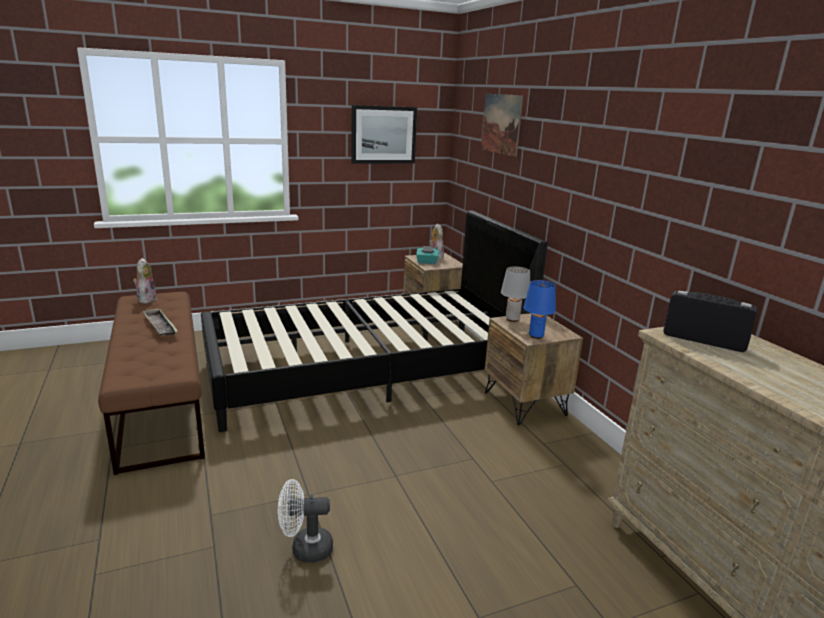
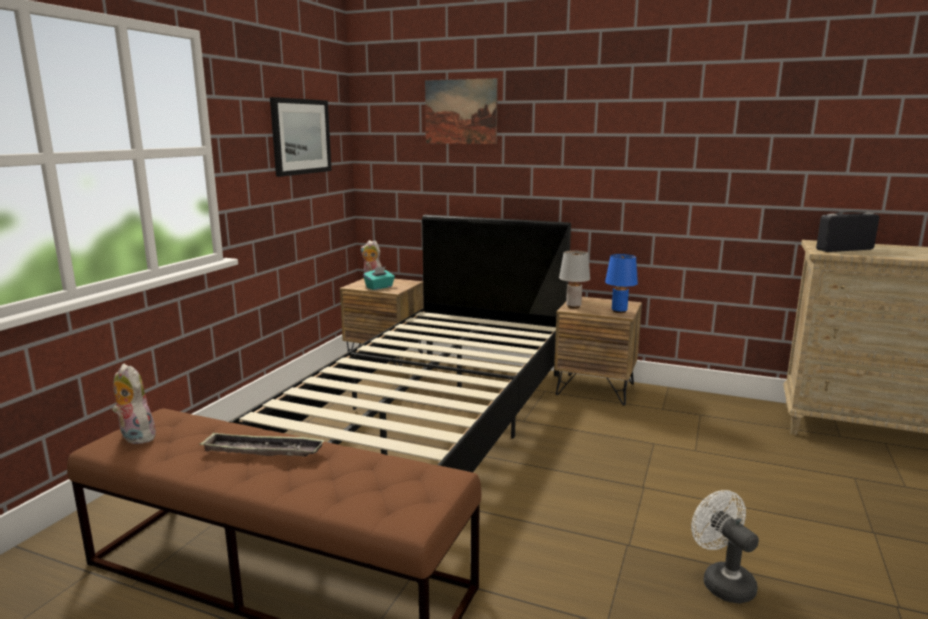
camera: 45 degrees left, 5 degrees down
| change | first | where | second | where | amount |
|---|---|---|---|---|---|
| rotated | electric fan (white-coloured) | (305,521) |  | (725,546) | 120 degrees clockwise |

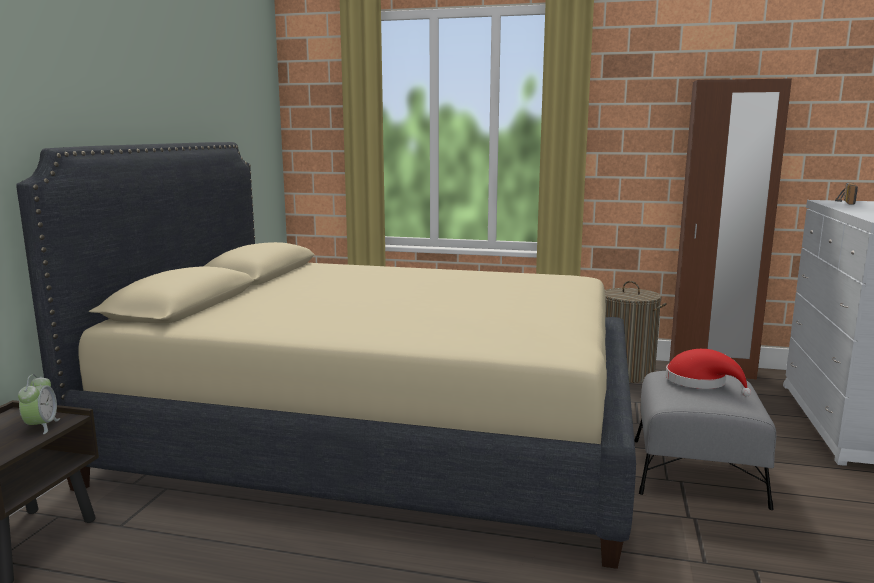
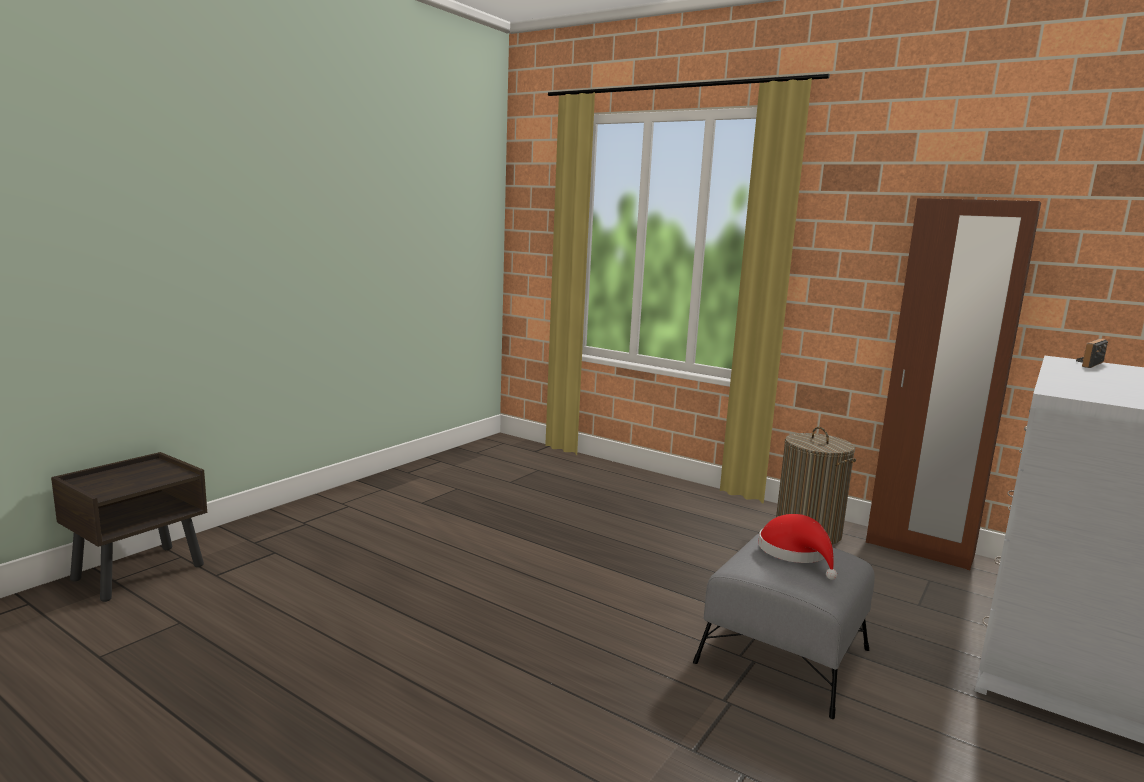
camera: 20 degrees right, 0 degrees up
| change | first | where | second | where | amount |
|---|---|---|---|---|---|
| gone | bedroom bed (beige-coloured) | (326,355) |  |  |  |
| gone | table clock | (39,404) |  |  |  |

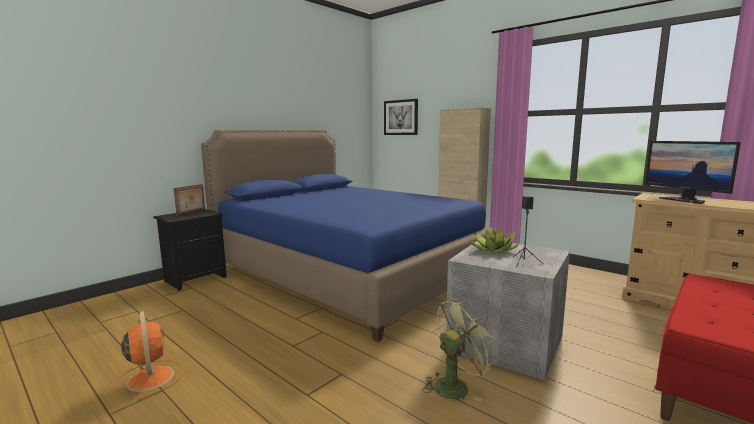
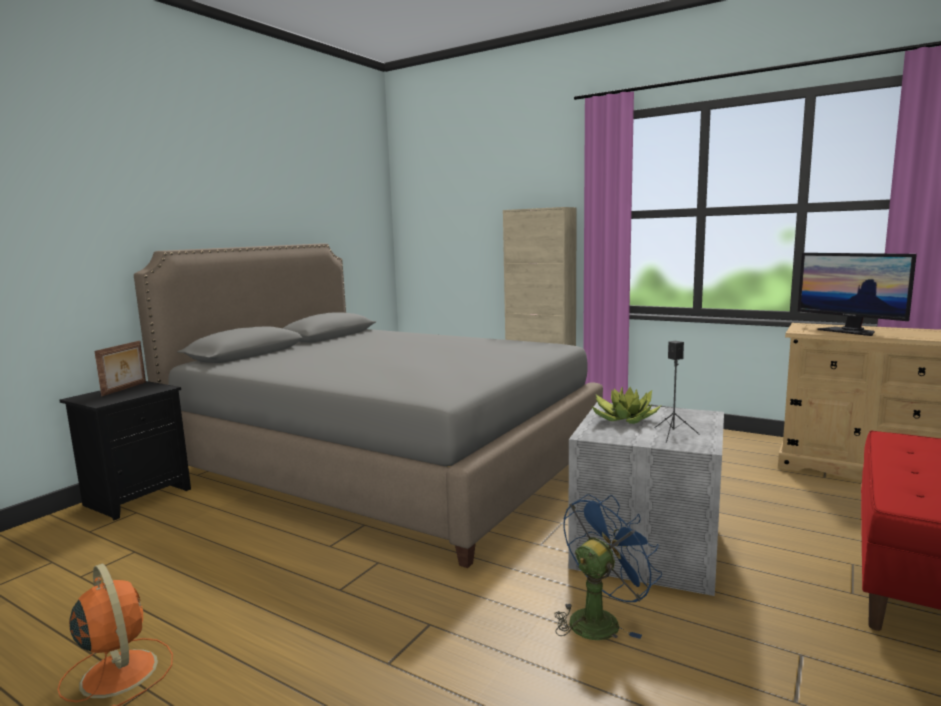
camera: 10 degrees left, 0 degrees up
| change | first | where | second | where | amount |
|---|---|---|---|---|---|
| gone | wall art | (401,117) |  |  |  |
| repainted | bedroom bed (bluish) | (348,236) | bedroom bed (grey) | (368,405) |  |
| repainted | electric fan (greenish) | (460,350) | electric fan (bluish) | (608,567) |  |

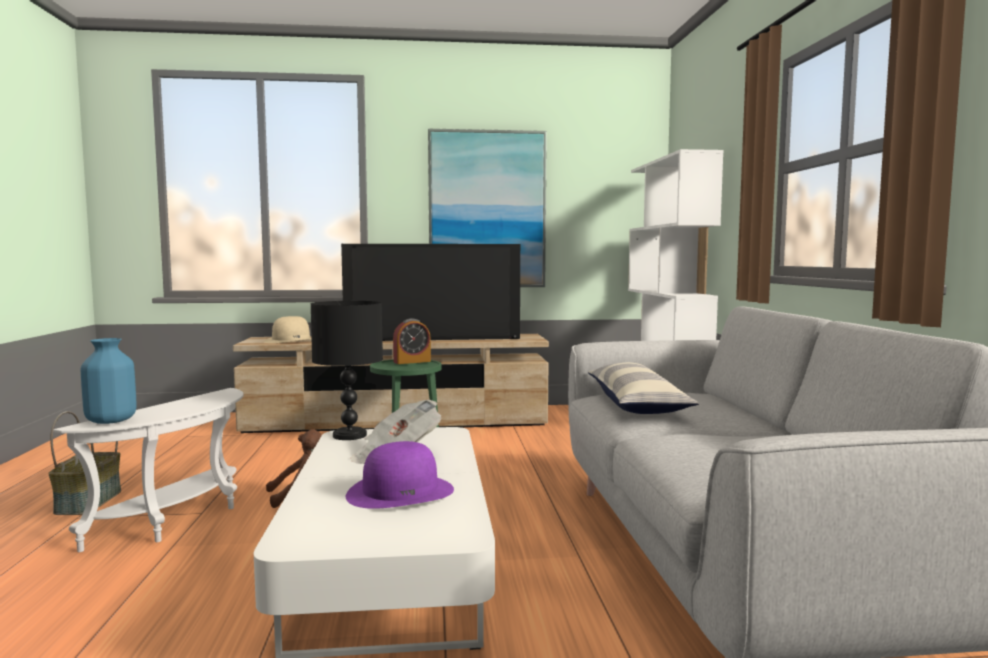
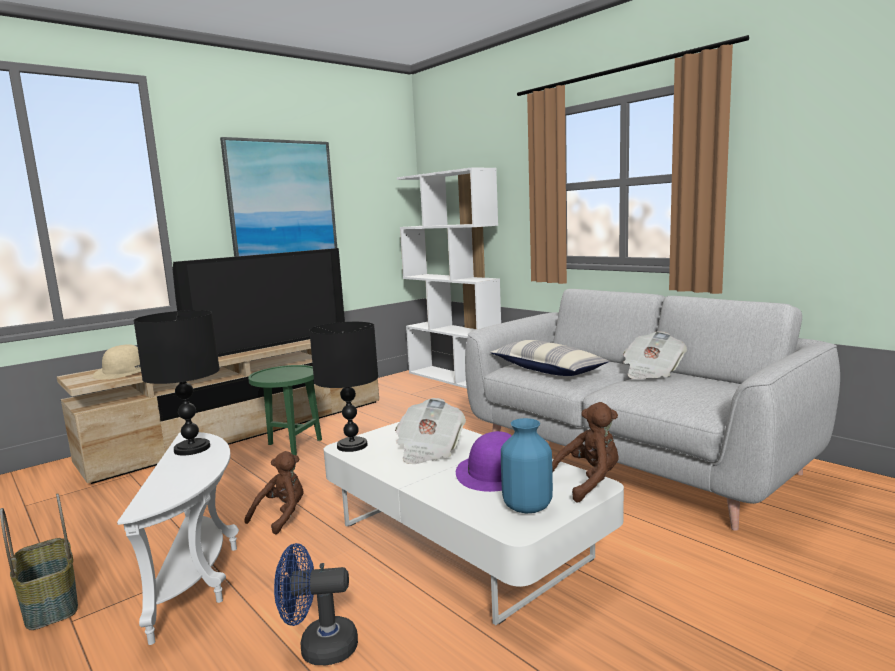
camera: 35 degrees left, 5 degrees up
| change | first | where | second | where | amount |
|---|---|---|---|---|---|
| gone | table clock | (412,341) |  |  |  |
| shifted | decorative vase (bluish) | (109,381) |  | (527,465) |  |
| new |  |  | lamp for a table (black) | (177,383) |  |
| new |  |  | daily paper | (655,355) |  |
| new |  |  | cuddly toy (brown) | (585,452) |  |
| new |  |  | electric fan (bluish) | (316,604) |  |

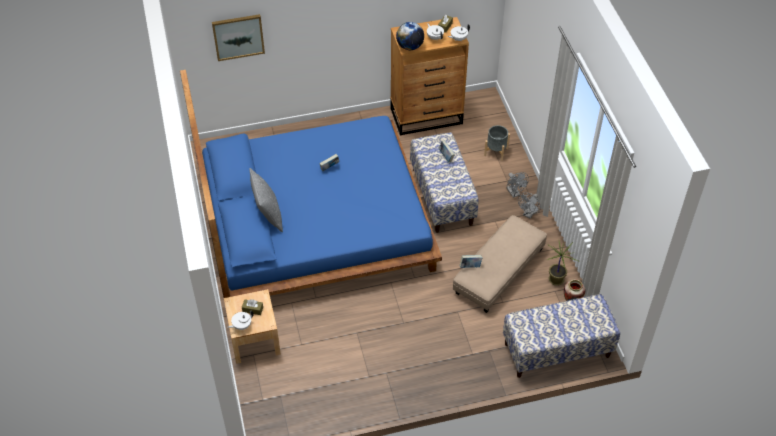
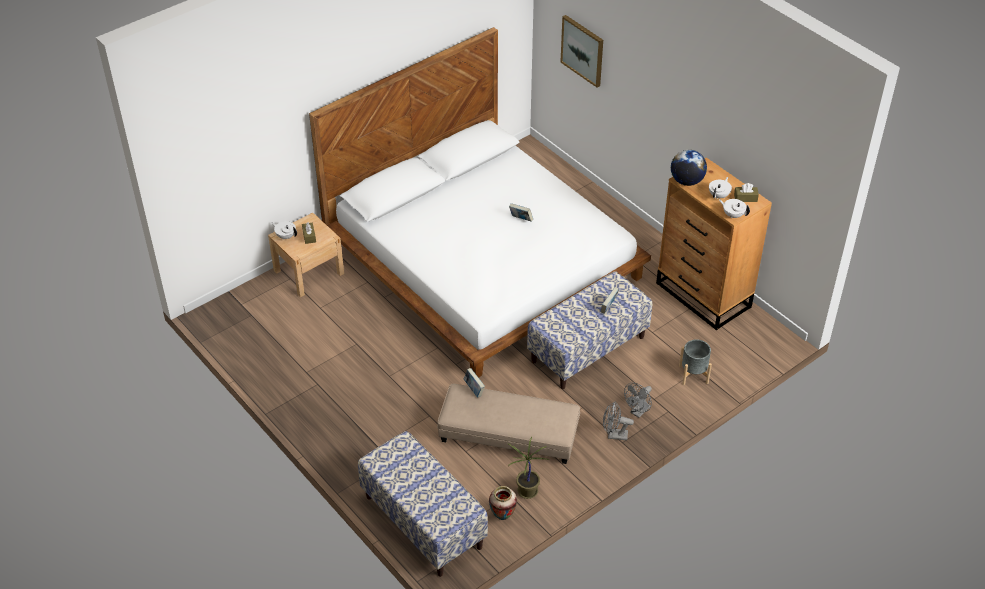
camera: 65 degrees right, 5 degrees down
| change | first | where | second | where | amount |
|---|---|---|---|---|---|
| repainted | bedroom bed (bluish) | (311,184) | bedroom bed (white-coloured) | (480,202) |  |
| gone | throw pillow (grey) | (266,200) |  |  |  |

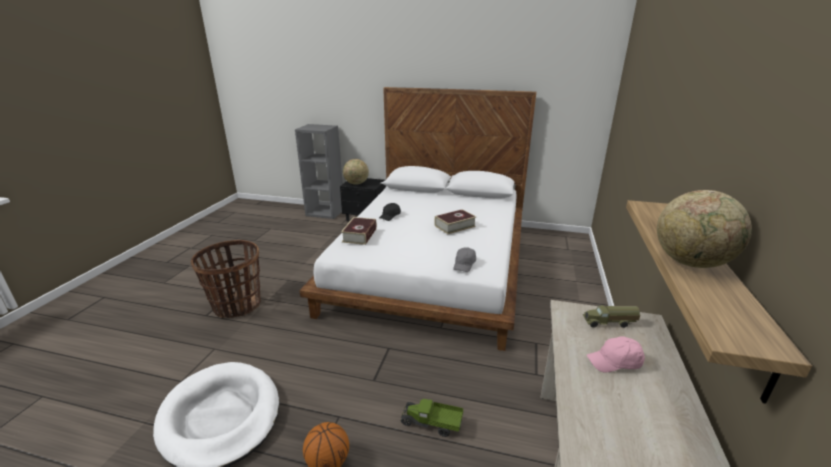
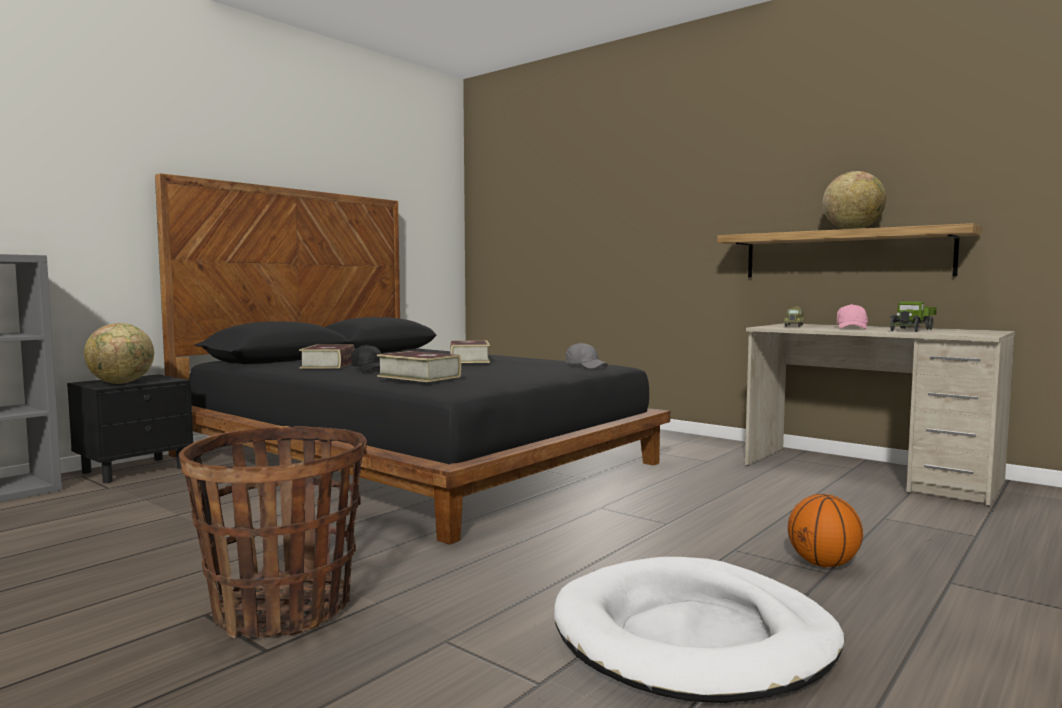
camera: 65 degrees left, 20 degrees down
| change | first | where | second | where | amount |
|---|---|---|---|---|---|
| repainted | bedroom bed (white-coloured) | (417,219) | bedroom bed (black) | (412,359) |  |
| shifted | toy truck | (432,418) |  | (913,316) |  |
| new |  |  | volume | (327,356) |  |

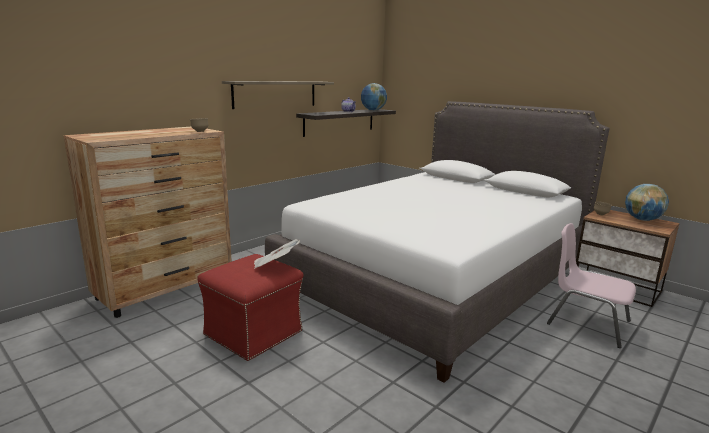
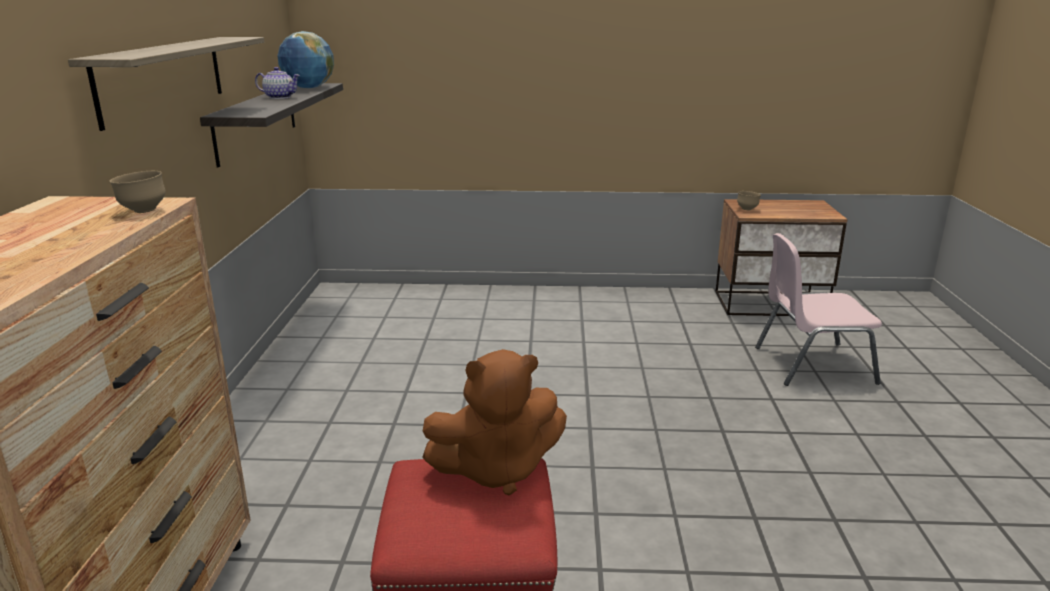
camera: 40 degrees left, 5 degrees up
| change | first | where | second | where | amount |
|---|---|---|---|---|---|
| gone | bedroom bed (white-coloured) | (437,242) |  |  |  |
| gone | desk globe | (647,202) |  |  |  |
| swapped | daily paper | (277,254) | cuddly toy (brown) | (494,422) |  |

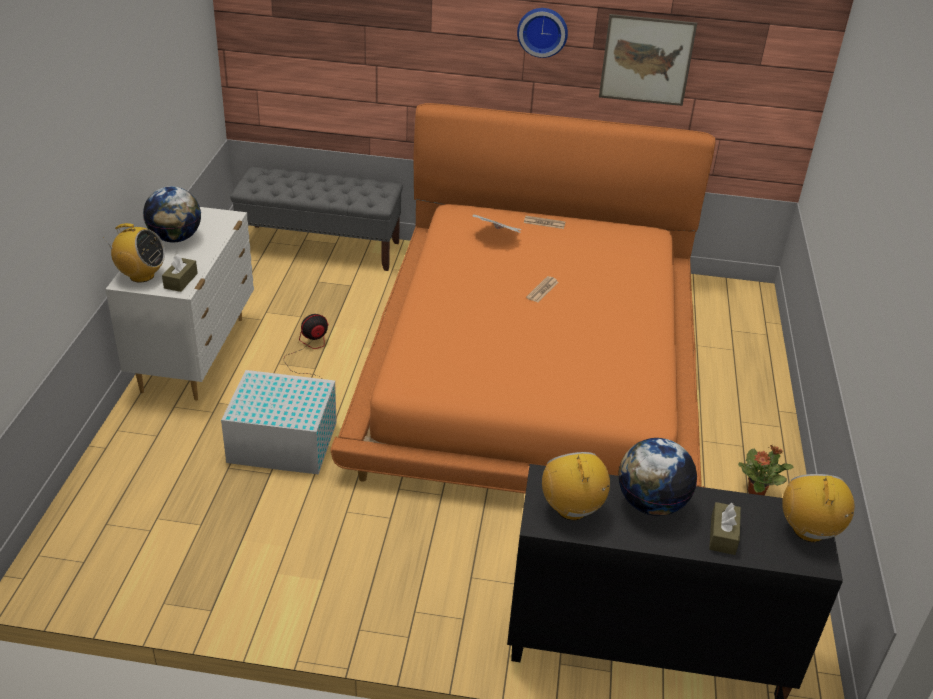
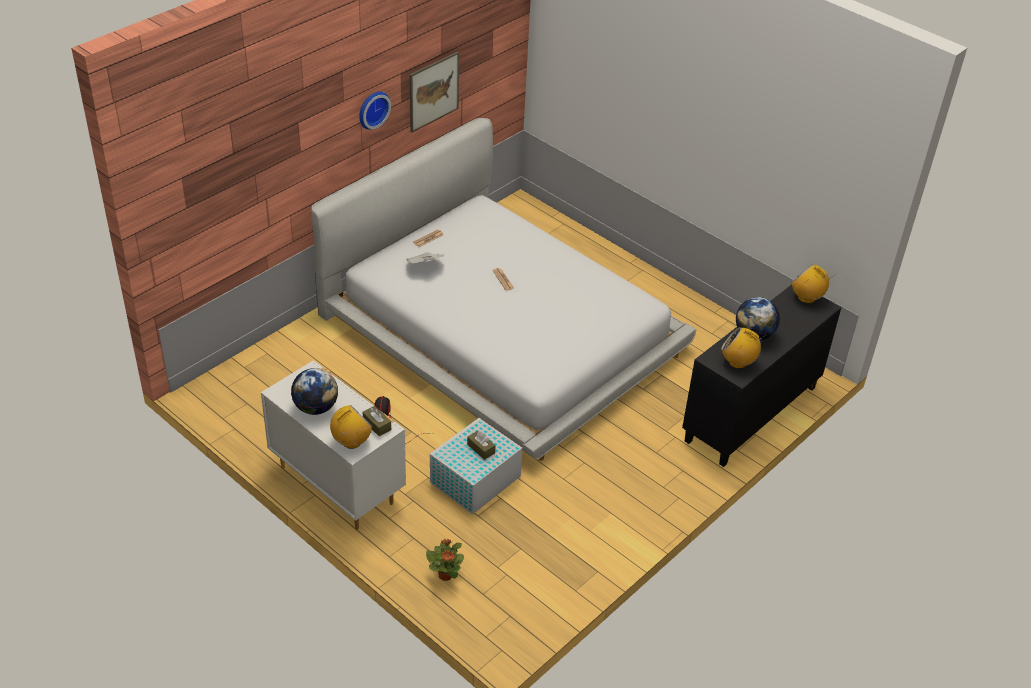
camera: 55 degrees left, 5 degrees up
| change | first | where | second | where | amount |
|---|---|---|---|---|---|
| repainted | bedroom bed (orangey) | (523,298) | bedroom bed (white-coloured) | (503,289) |  |
| gone | indoor bench (grey) | (316,219) |  |  |  |
| shifted | houseplant | (766,470) |  | (445,560) |  |
| shifted | box of tissues (brown) | (725,528) |  | (481,445) |  |

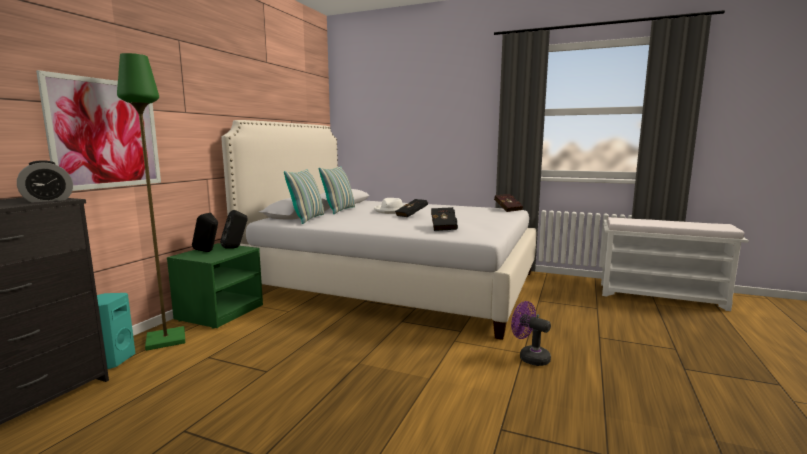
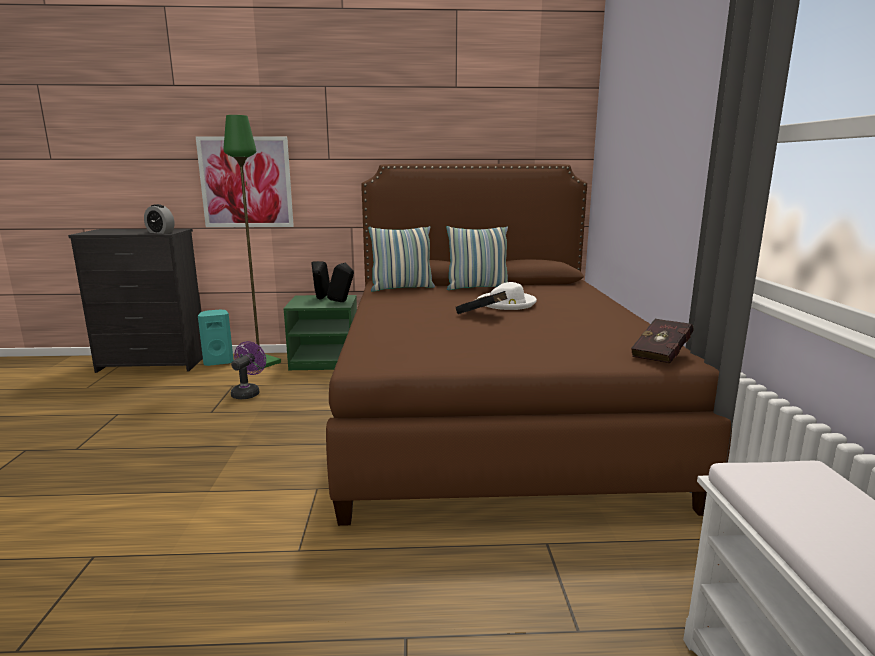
camera: 65 degrees right, 5 degrees up
| change | first | where | second | where | amount |
|---|---|---|---|---|---|
| repainted | bedroom bed (white-coloured) | (378,230) | bedroom bed (brown) | (529,345) |  |
| gone | volume (black) | (444,219) |  |  |  |
| shifted | electric fan (purplish) | (531,333) |  | (248,370) |  |

